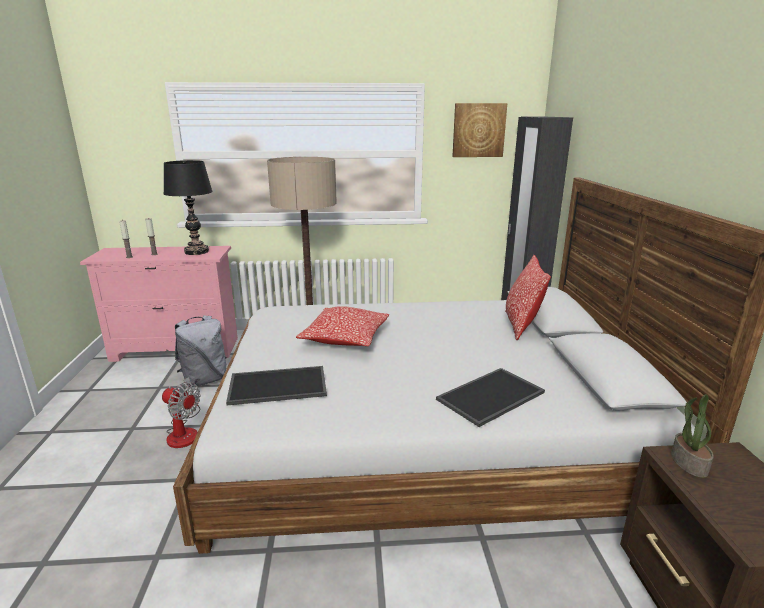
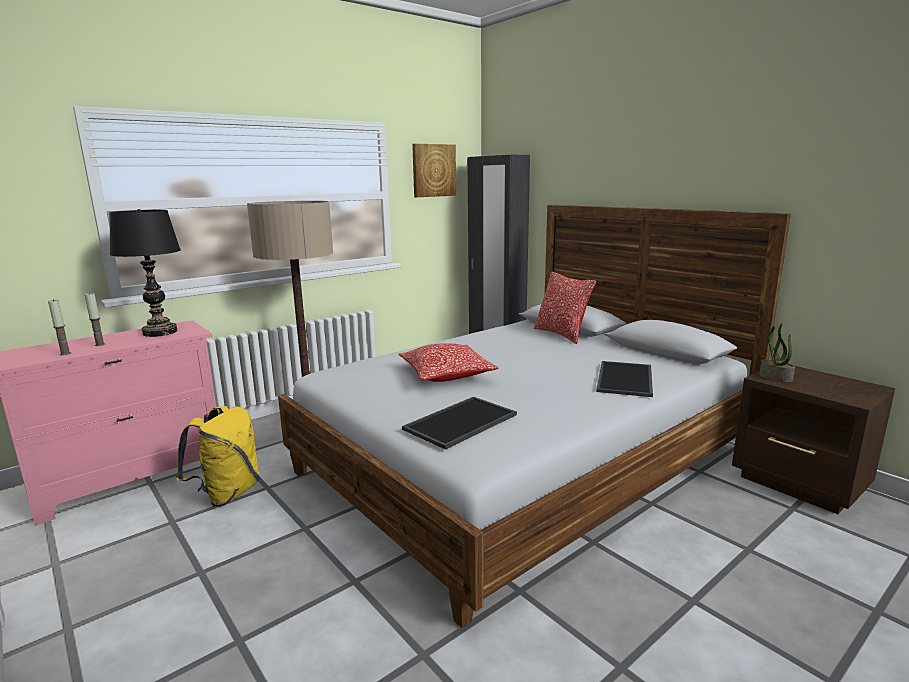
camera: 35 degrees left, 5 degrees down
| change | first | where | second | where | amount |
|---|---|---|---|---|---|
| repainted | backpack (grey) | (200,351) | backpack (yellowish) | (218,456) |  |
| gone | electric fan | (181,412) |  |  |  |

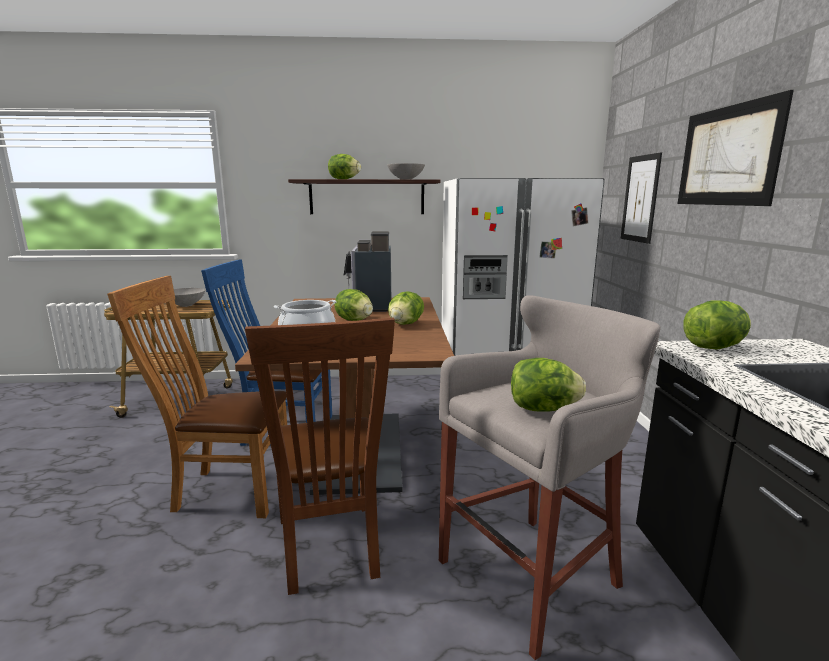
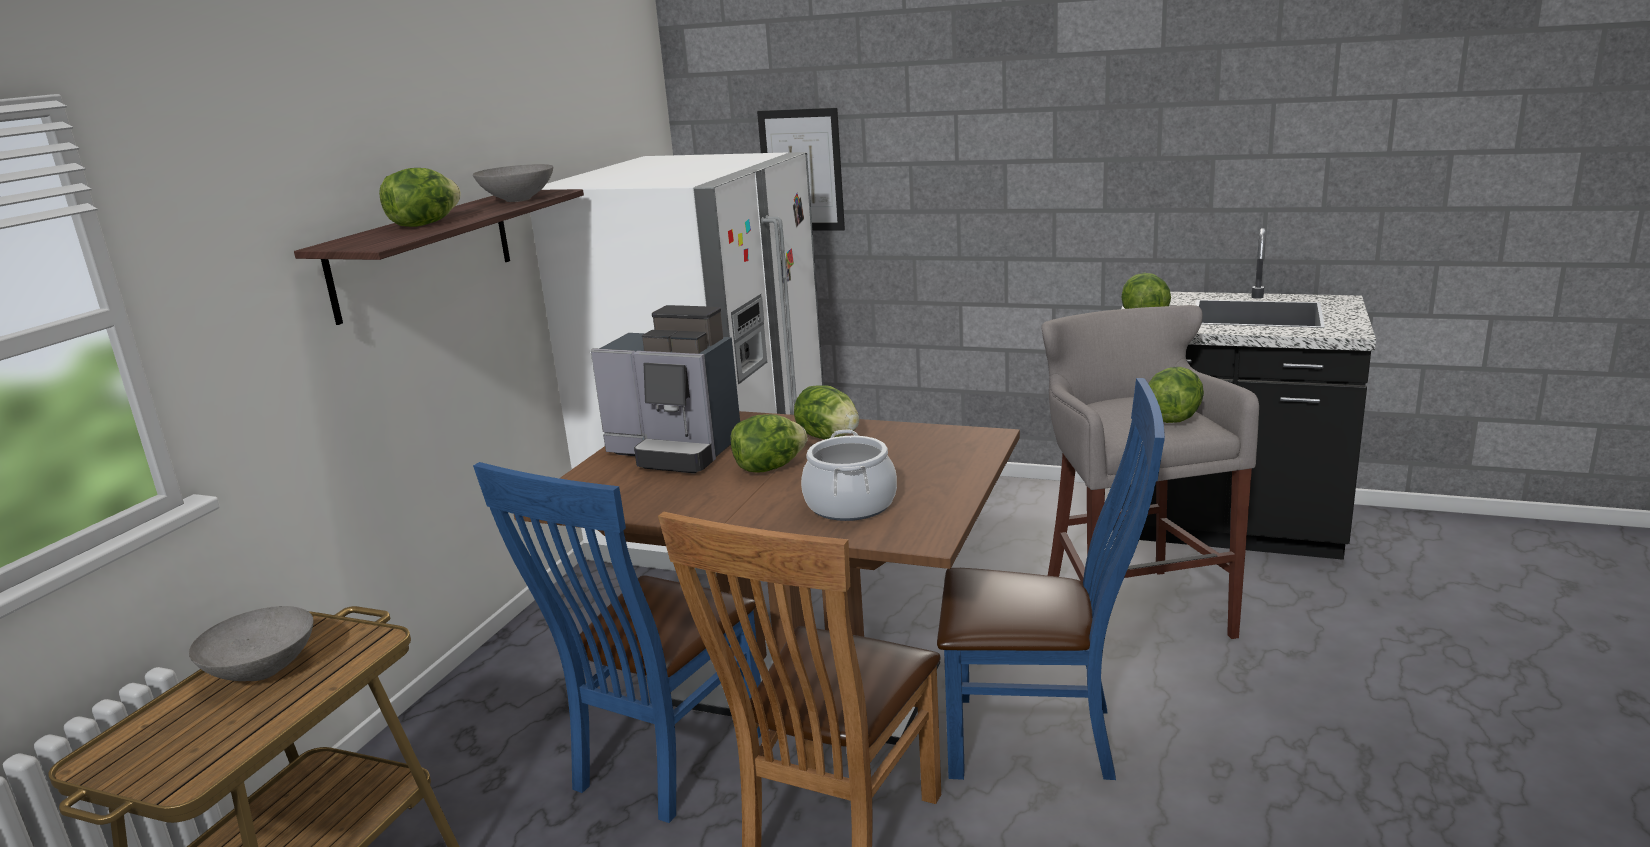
camera: 65 degrees left, 5 degrees up
| change | first | where | second | where | amount |
|---|---|---|---|---|---|
| gone | wall art | (736,148) |  |  |  |
| repainted | plain chair (brown) | (320,456) | plain chair (bluish) | (1051,579) |  |

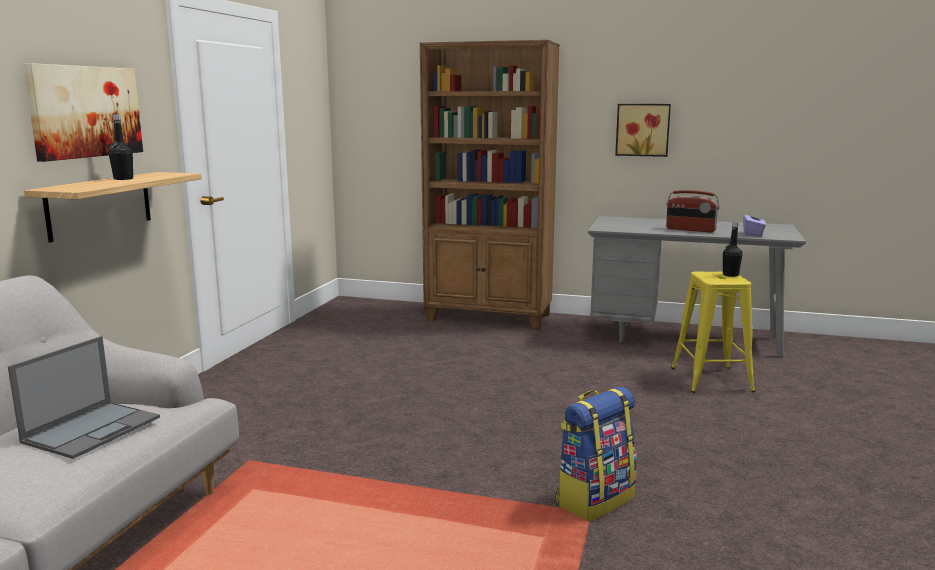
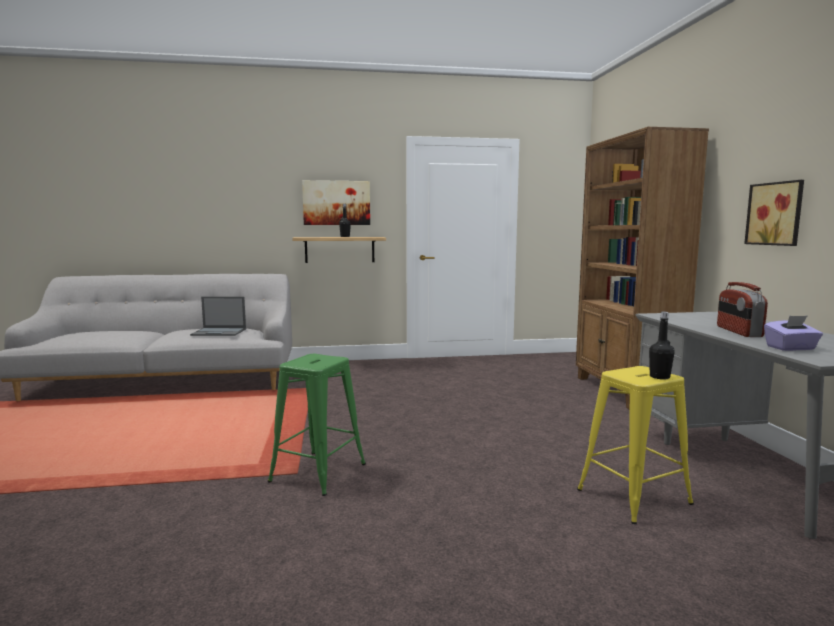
camera: 65 degrees right, 5 degrees down
| change | first | where | second | where | amount |
|---|---|---|---|---|---|
| swapped | backpack | (596,454) | stool seat (greenish) | (317,425) |  |

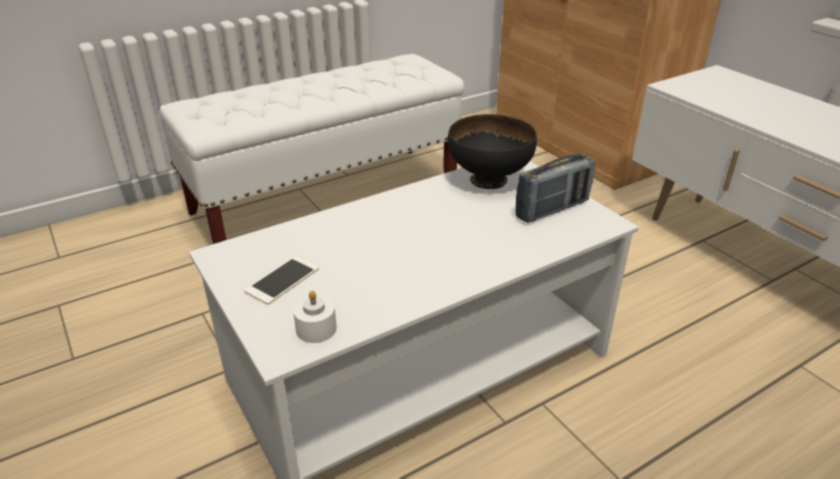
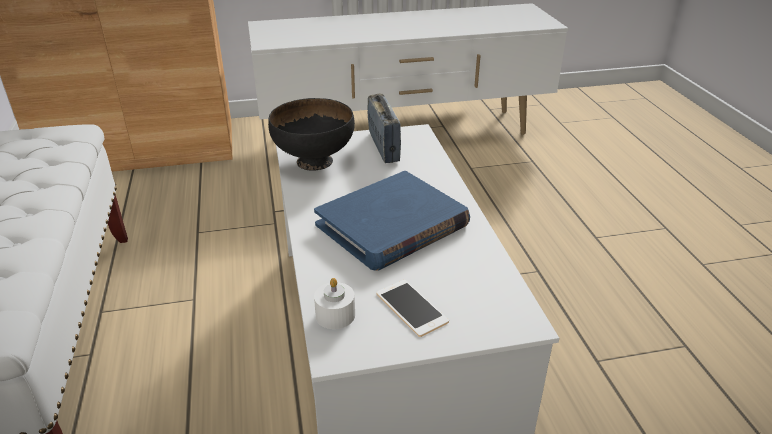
camera: 70 degrees left, 0 degrees up
| change | first | where | second | where | amount |
|---|---|---|---|---|---|
| shifted | candle (white-coloured) | (315,317) |  | (334,303) |  |
| new |  |  | volume (bluish) | (392,221) |  |

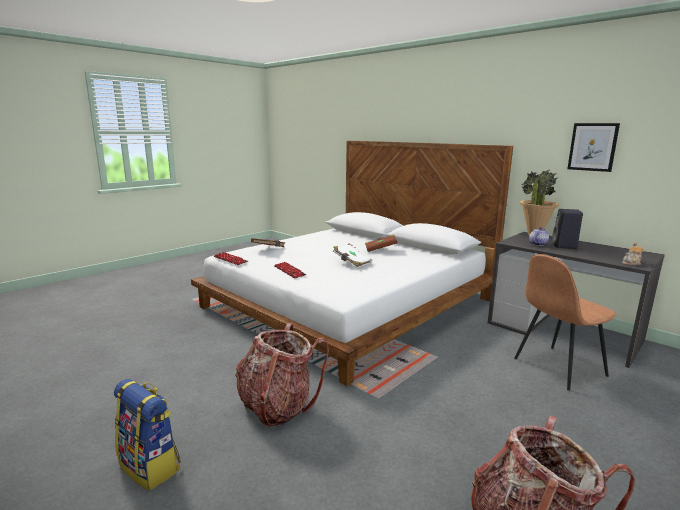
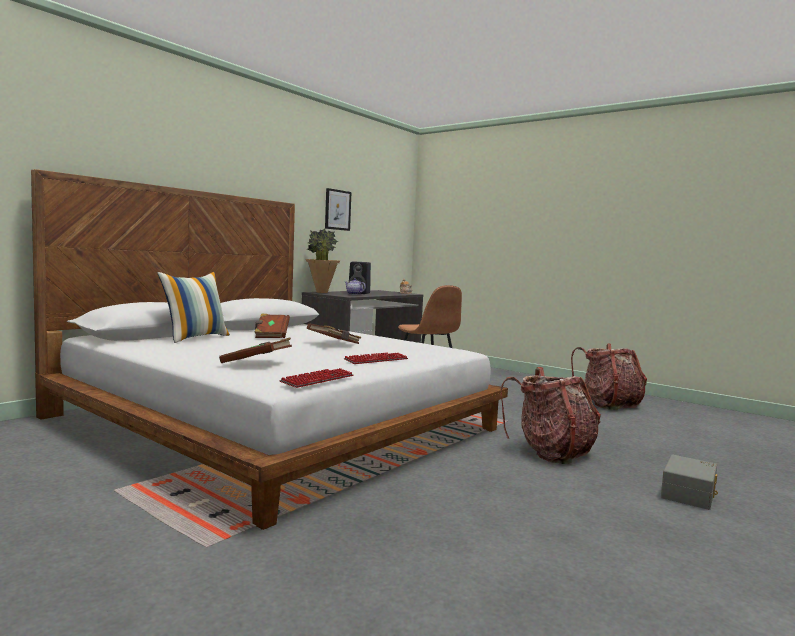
camera: 95 degrees left, 10 degrees down
| change | first | where | second | where | amount |
|---|---|---|---|---|---|
| repainted | volume (white-coloured) | (352,255) | volume (brown) | (334,333) |  |
| swapped | backpack | (147,435) | storage container (grey) | (689,482) |  |
| new |  |  | throw pillow | (194,307) |  |

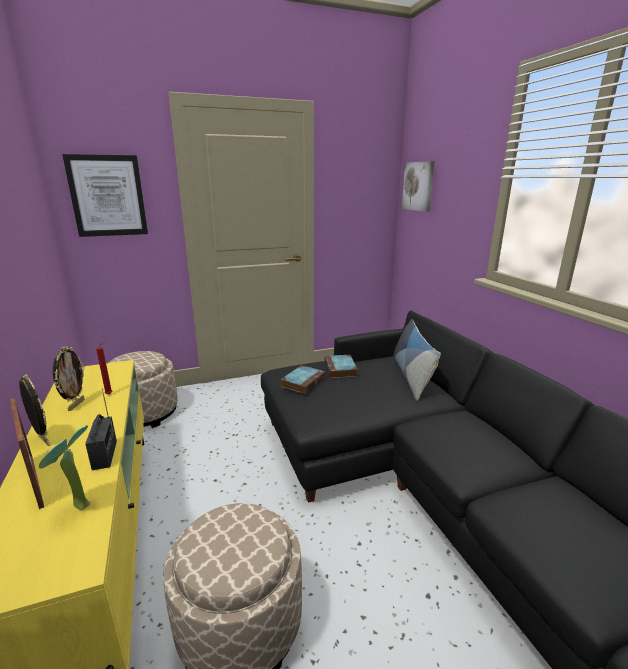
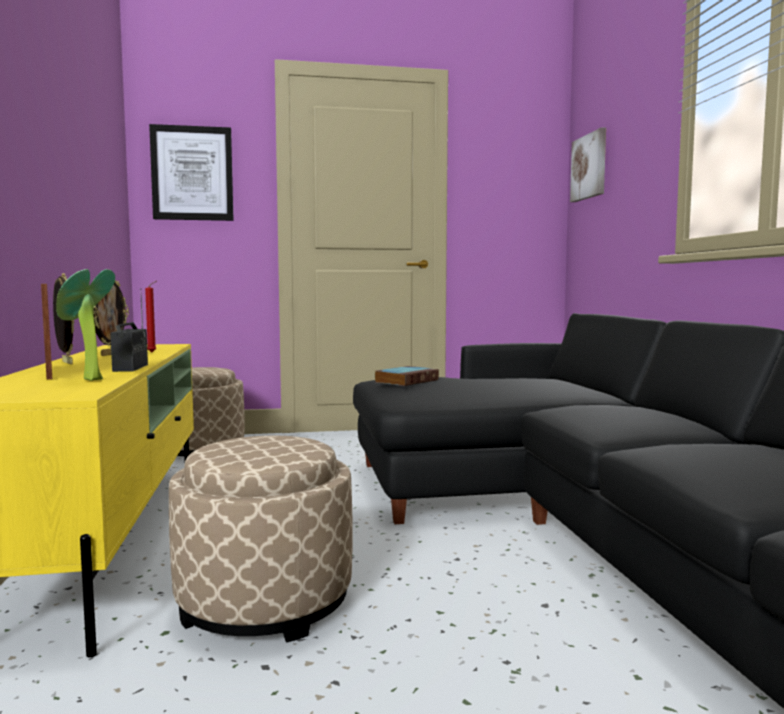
camera: 10 degrees right, 15 degrees down
| change | first | where | second | where | amount |
|---|---|---|---|---|---|
| gone | throw pillow | (417,360) |  |  |  |
| gone | volume | (341,366) |  |  |  |

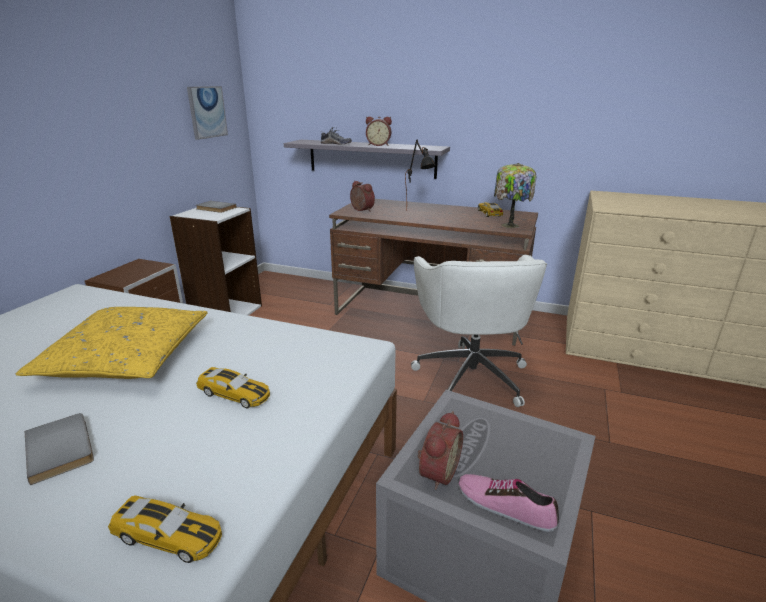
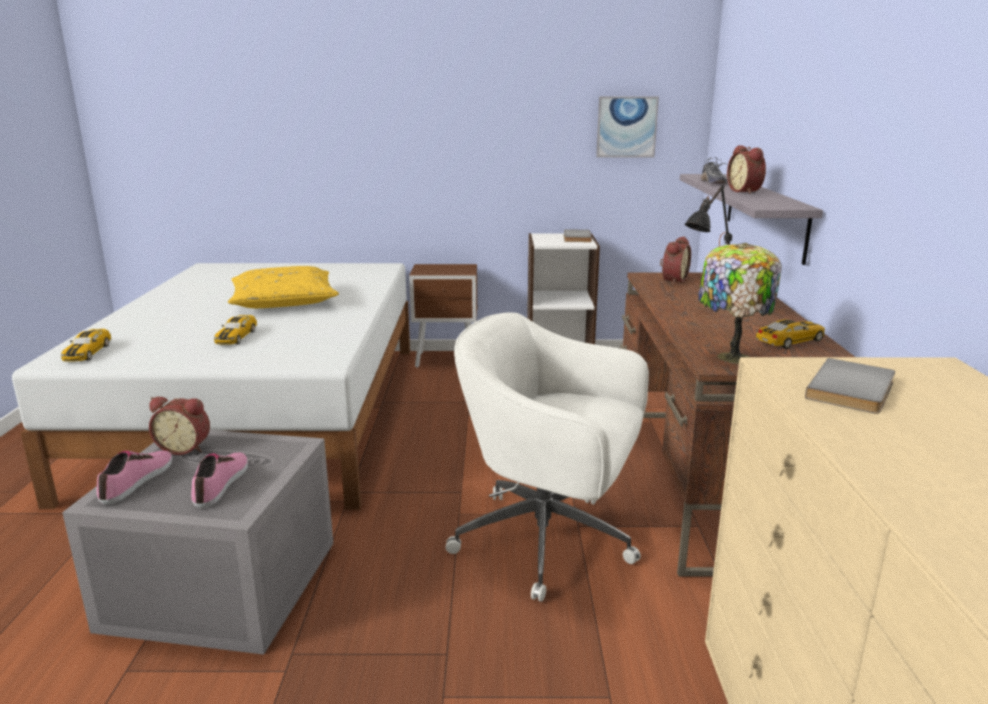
camera: 70 degrees right, 5 degrees down
| change | first | where | second | where | amount |
|---|---|---|---|---|---|
| rotated | desk chair (white-coloured) | (479,331) |  | (547,457) | 45 degrees clockwise |
| shifted | volume (grey) | (59,449) |  | (850,386) |  |
| new |  |  | item of footwear | (219,480) |  |

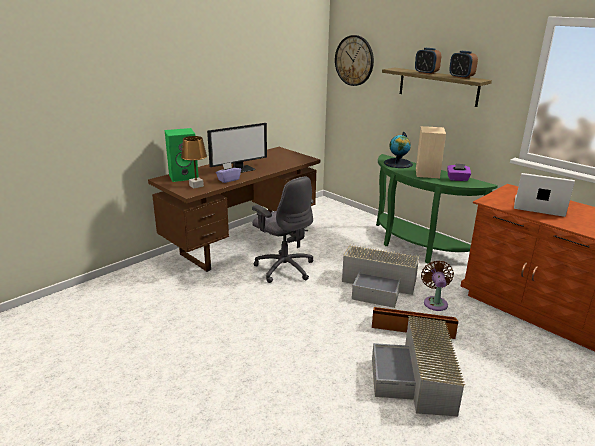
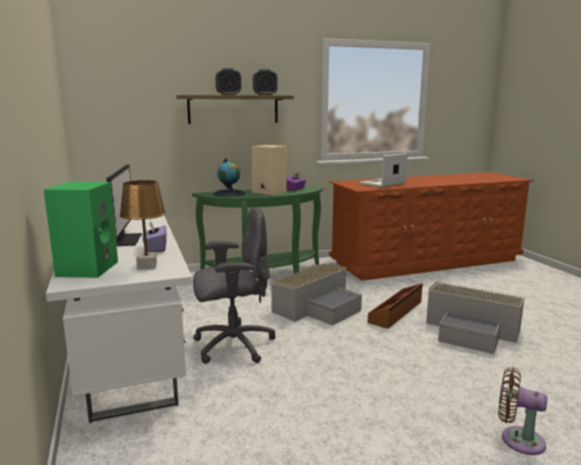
camera: 65 degrees left, 10 degrees down
| change | first | where | second | where | amount |
|---|---|---|---|---|---|
| gone | wall clock | (354,60) |  |  |  |
| repainted | desk unit (brown) | (234,209) | desk unit (white-coloured) | (119,319) |  |
| shifted | electric fan (brown) | (437,285) |  | (522,411) |  |

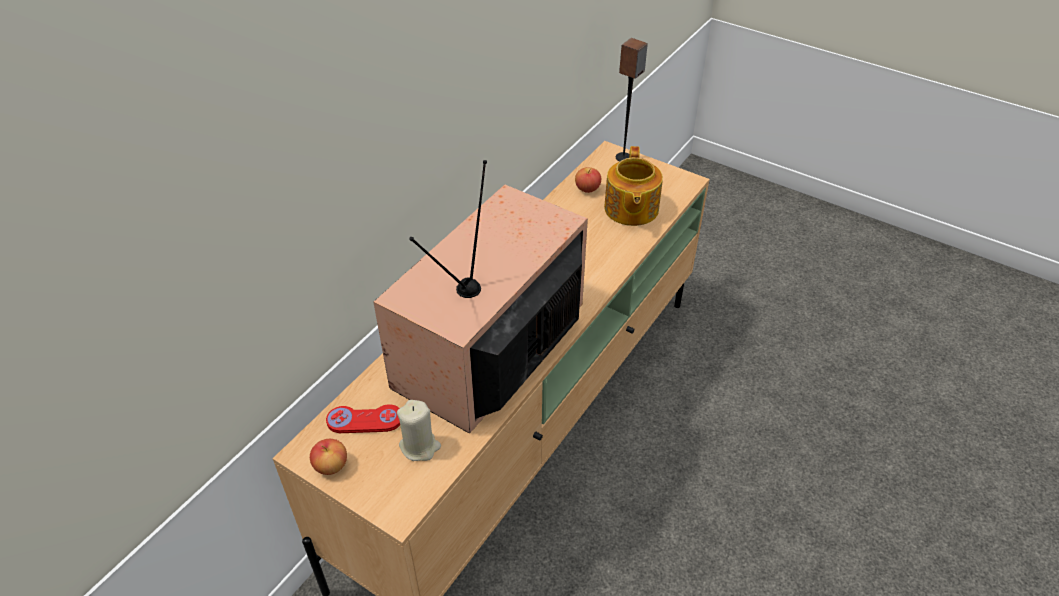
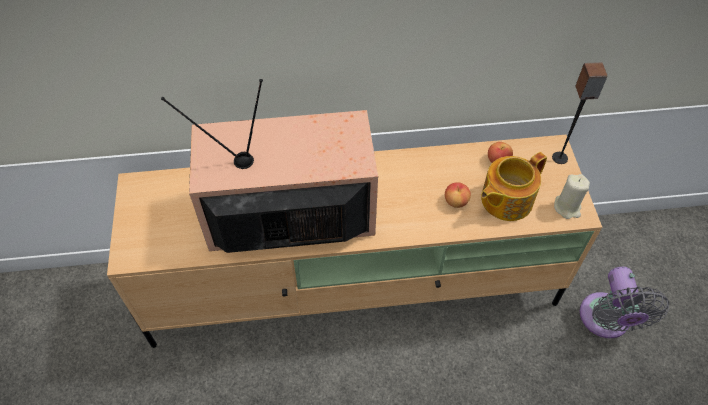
camera: 50 degrees right, 10 degrees up
| change | first | where | second | where | amount |
|---|---|---|---|---|---|
| shifted | candle (beige-coloured) | (419,430) |  | (572,196) |  |
| gone | gamepad (red) | (363,418) |  |  |  |
| shifted | whole apple | (328,457) |  | (458,195) |  |
| new |  |  | electric fan (grey) | (624,302) |  |

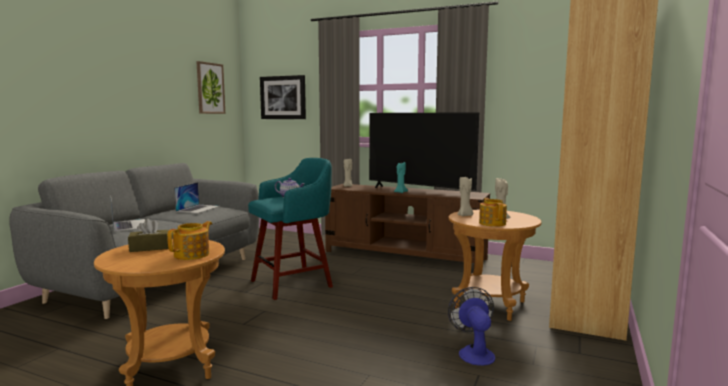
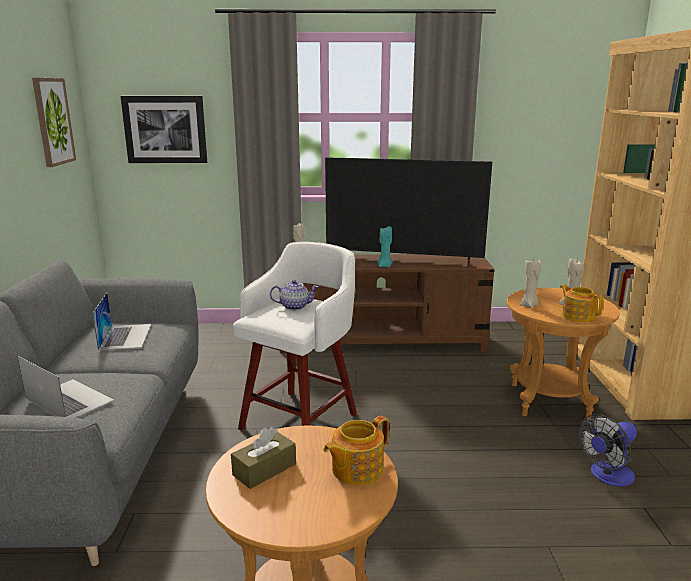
camera: 25 degrees left, 10 degrees up
| change | first | where | second | where | amount |
|---|---|---|---|---|---|
| repainted | stool seat (turquoise-coloured) | (290,229) | stool seat (white-coloured) | (295,336) |  |
| rotated | tea pot | (189,240) |  | (356,450) | 135 degrees counterclockwise |
| rotated | electric fan | (471,326) |  | (608,450) | 90 degrees counterclockwise |

